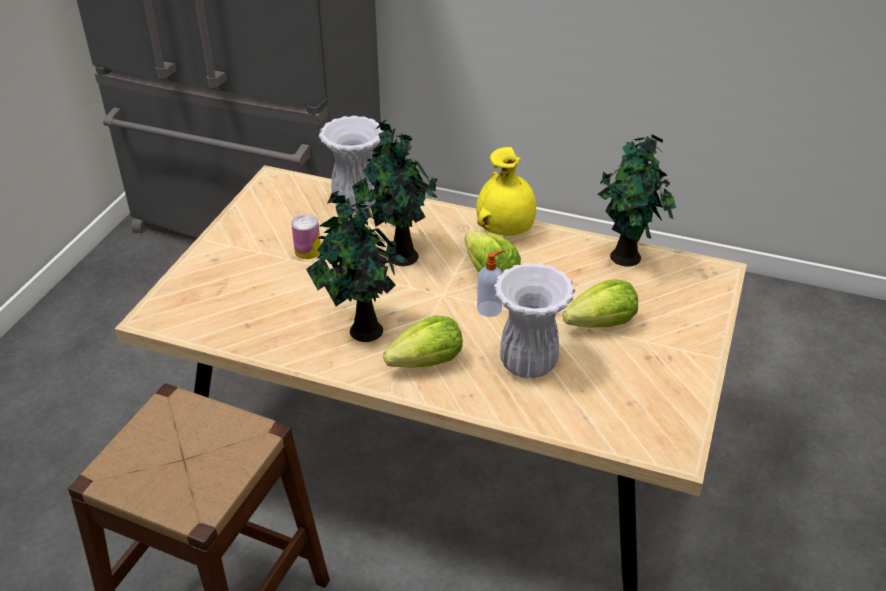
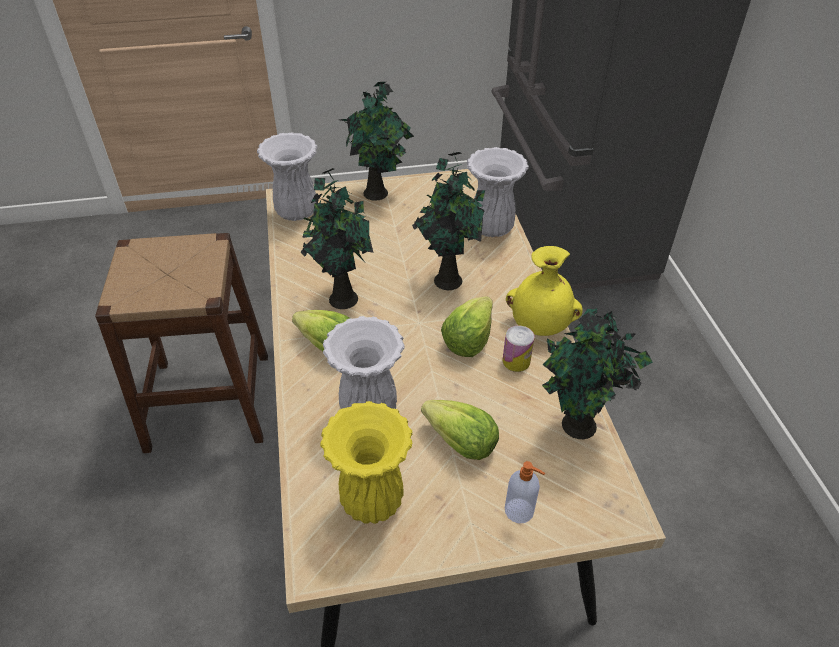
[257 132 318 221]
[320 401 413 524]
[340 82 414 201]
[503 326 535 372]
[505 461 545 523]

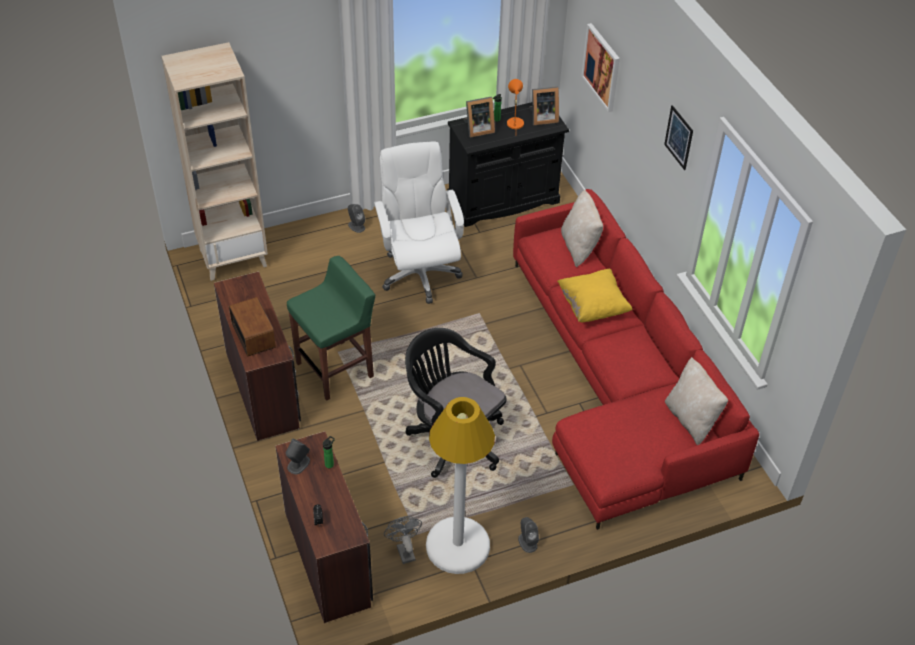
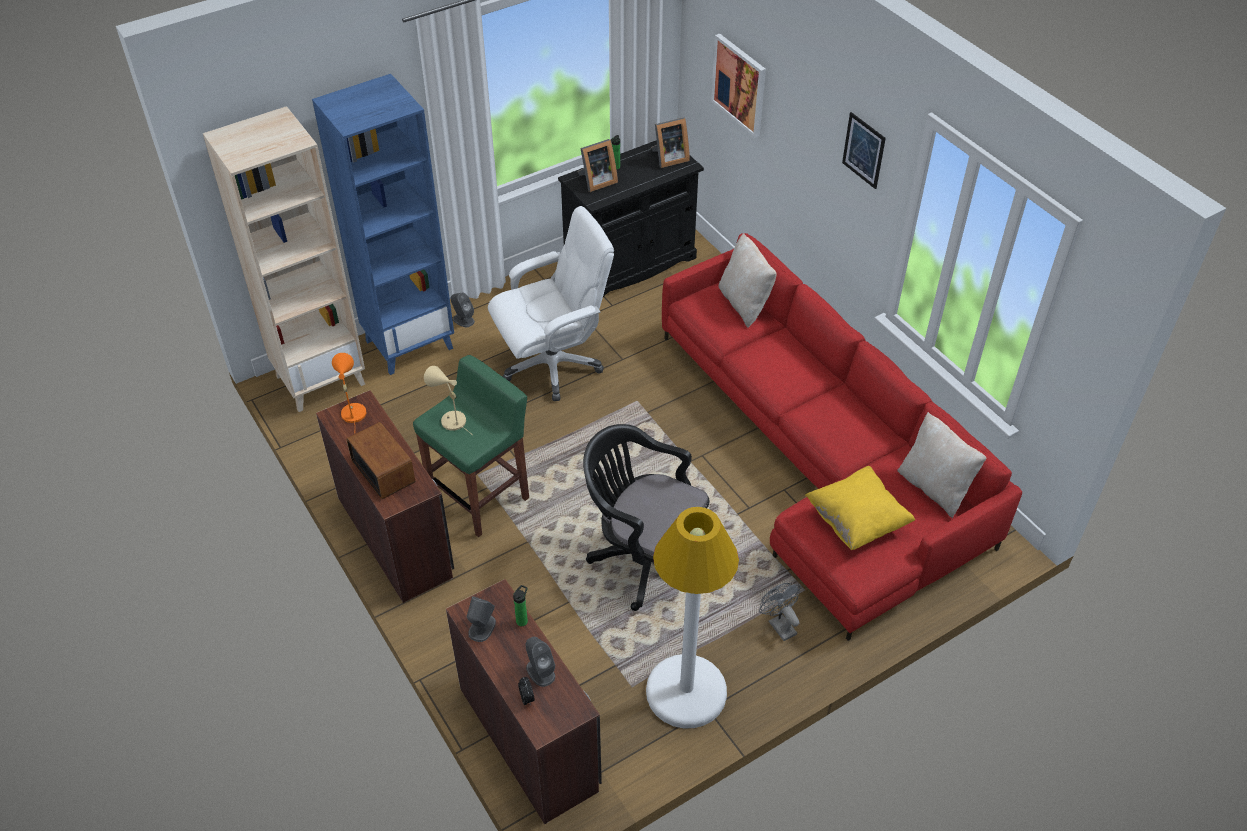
[312 74 454 375]
[332 353 366 424]
[424 366 471 434]
[488 206 614 401]
[525 637 555 687]
[759 583 800 641]
[805 466 915 550]

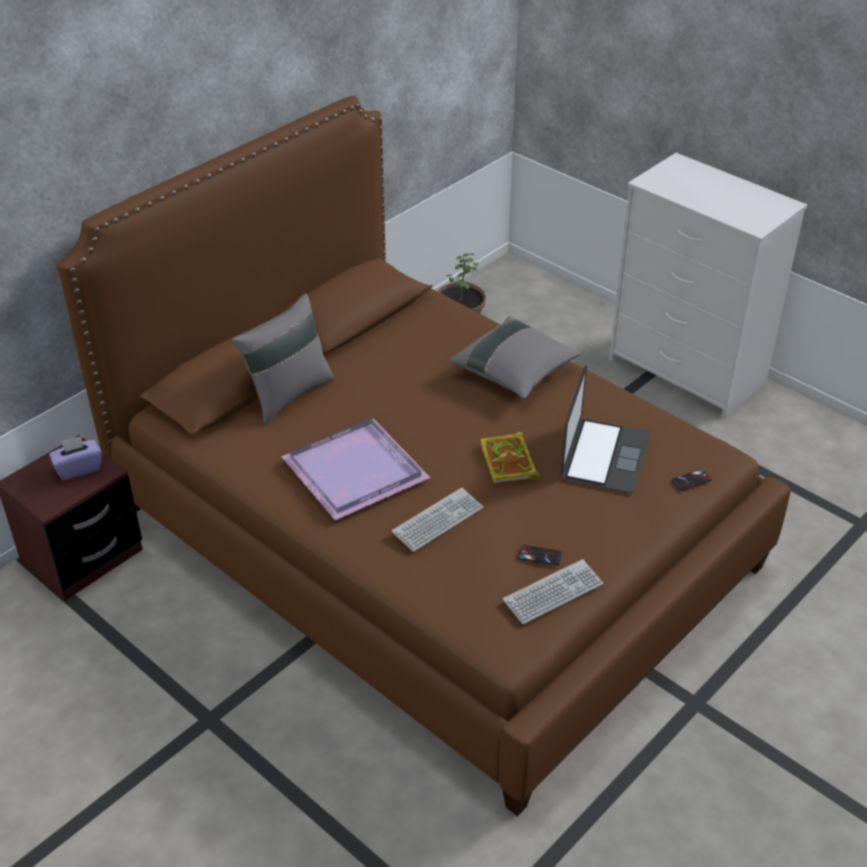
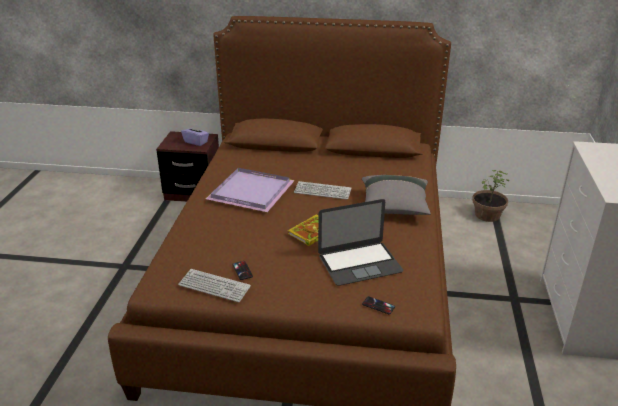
[294 181 352 199]
[232 294 334 425] (first image)

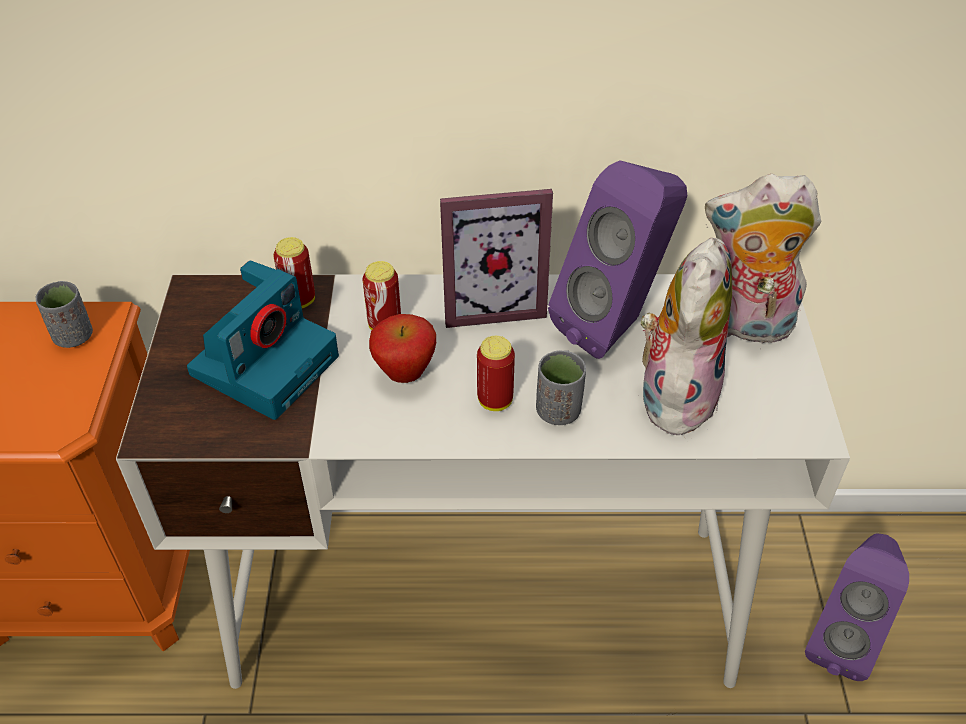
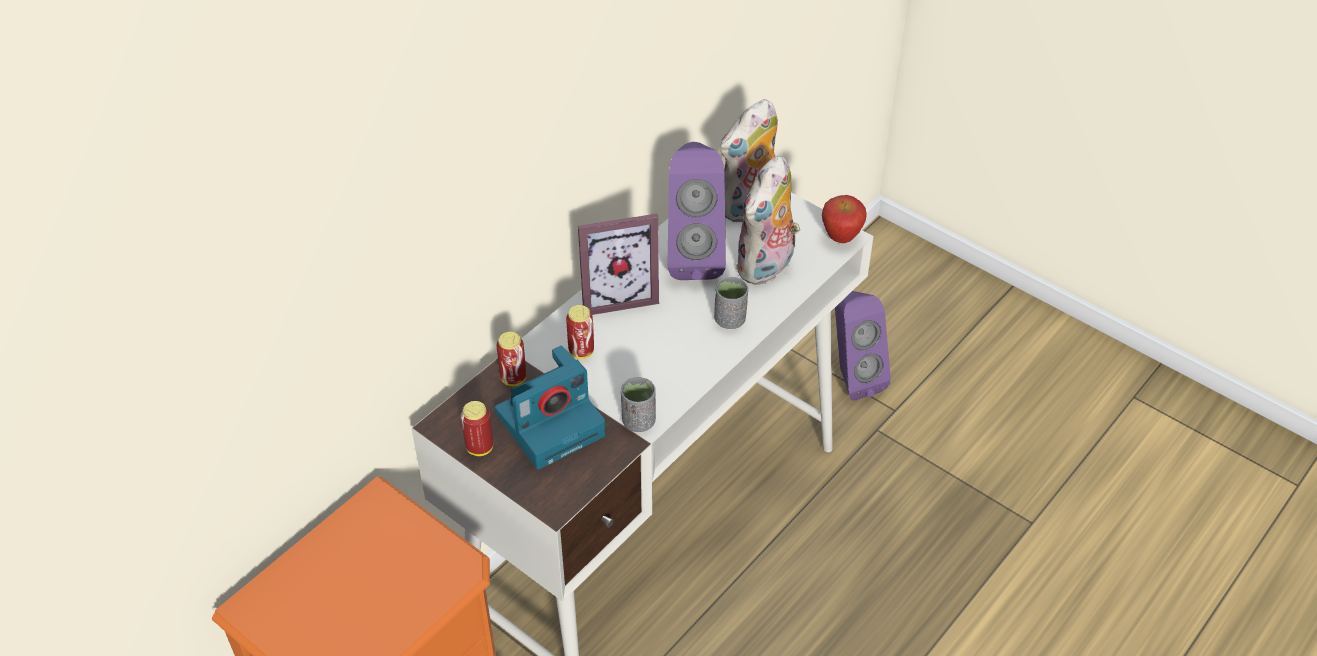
[461 401 493 456]
[495 345 605 470]
[578 214 659 315]
[621 377 656 432]
[735 156 800 285]
[822 195 867 243]

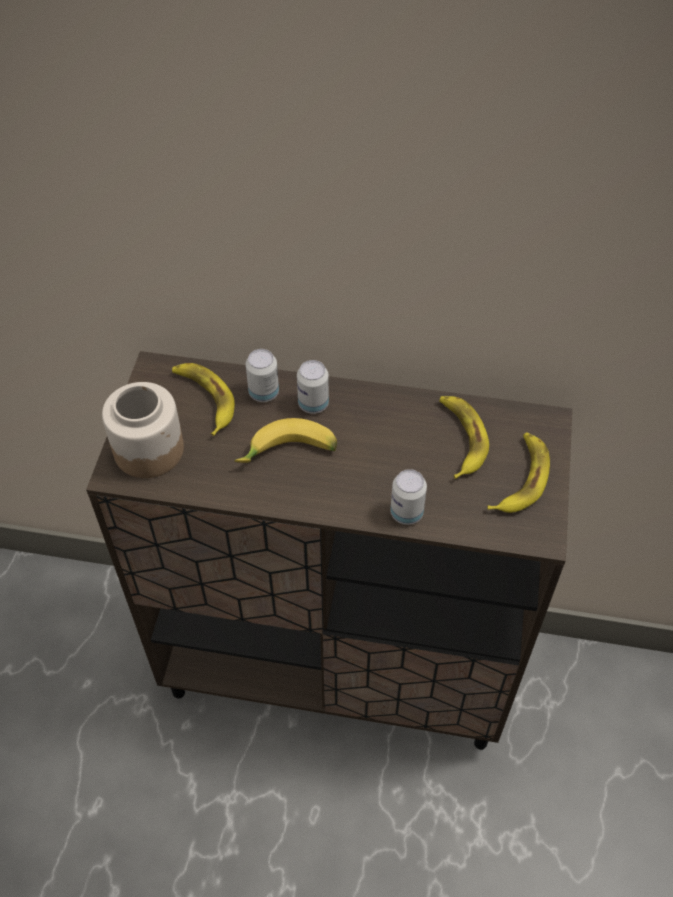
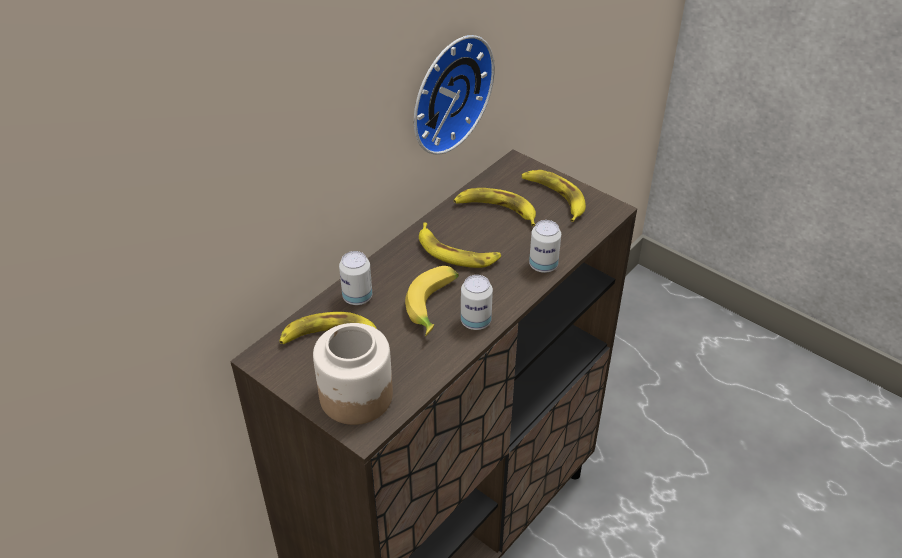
[414 35 495 155]
[419 222 501 268]
[461 275 493 330]

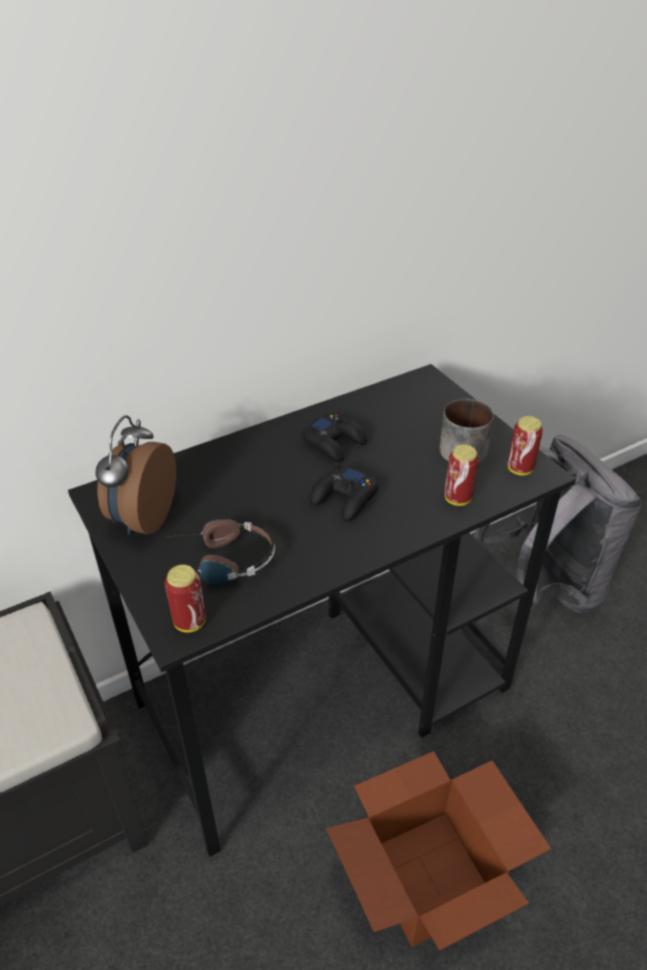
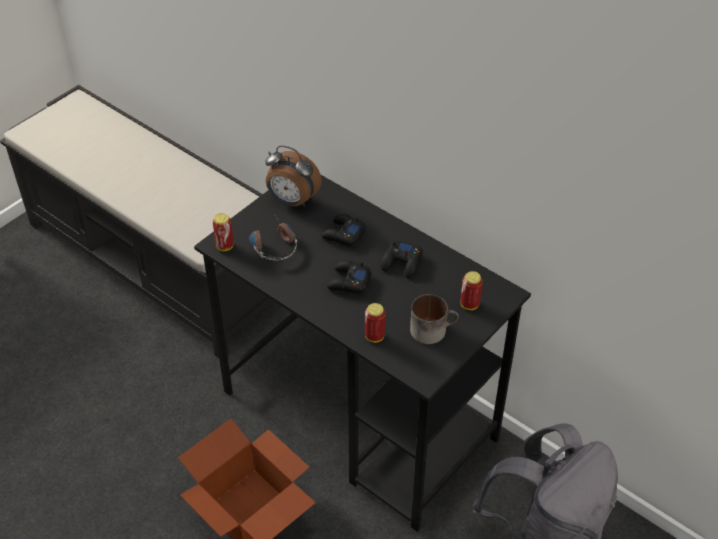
[265 145 322 207]
[321 214 367 246]
[461 271 483 310]

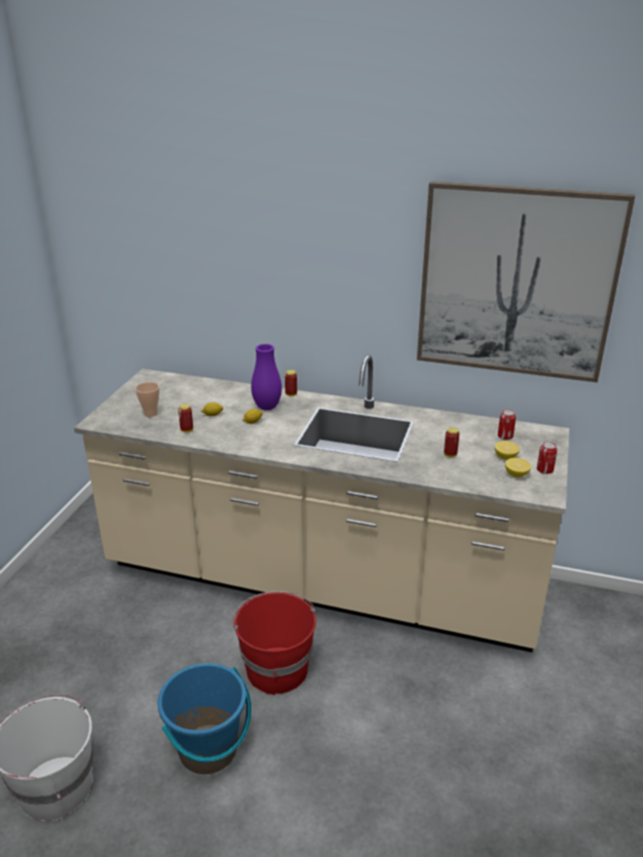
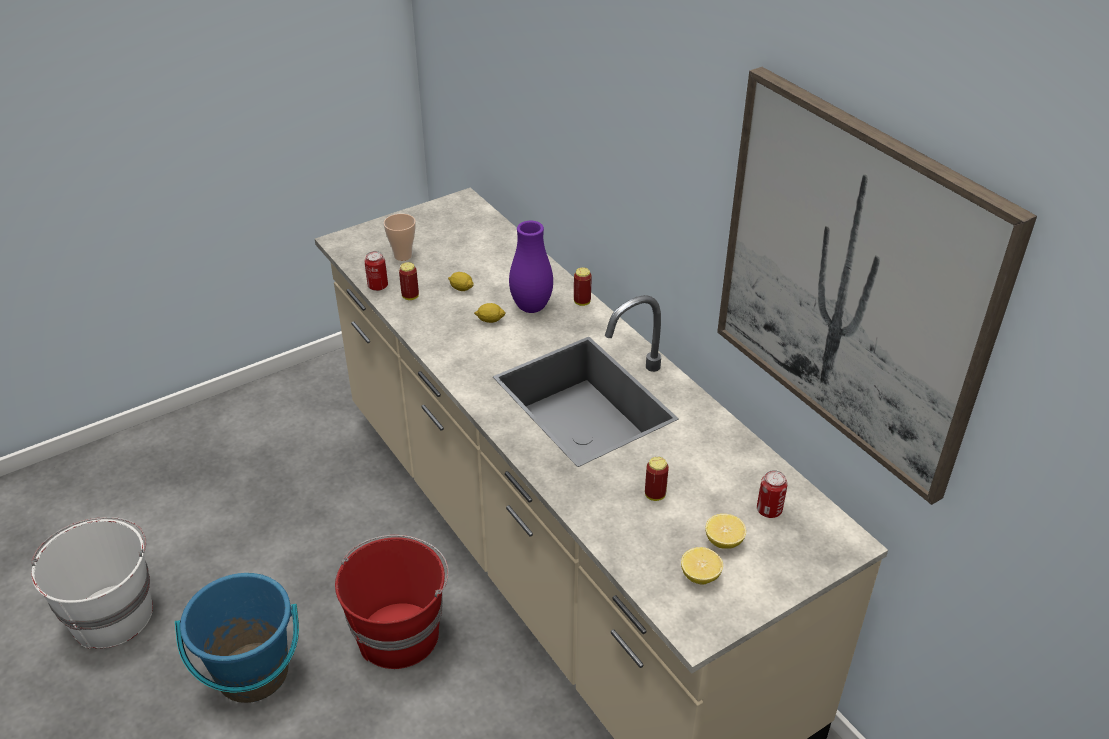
[365 251 388 291]

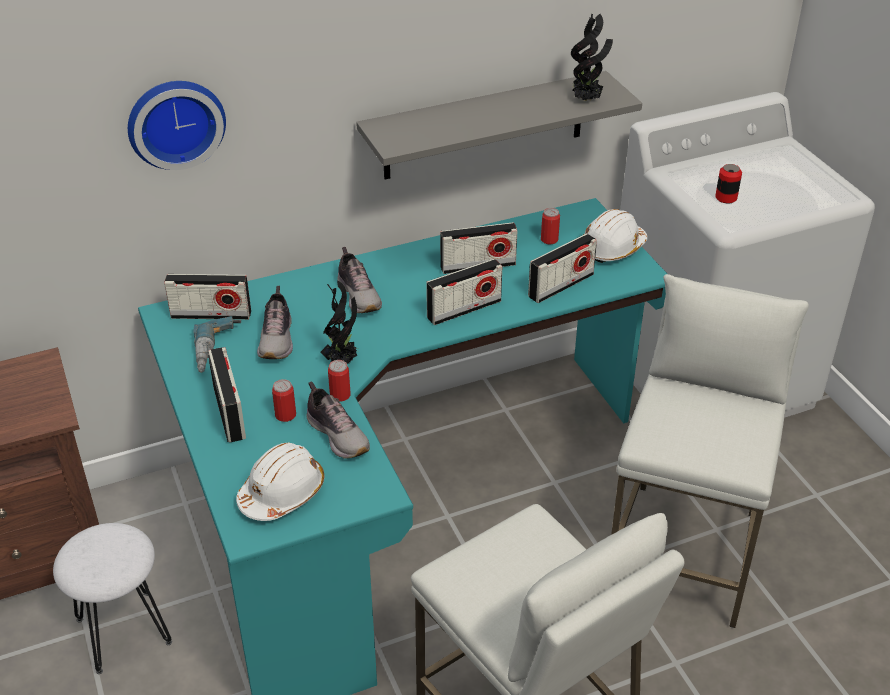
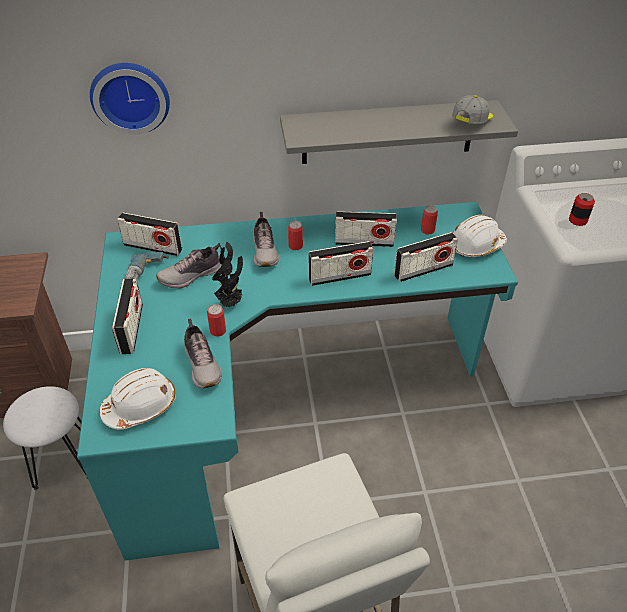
[156 244 221 289]
[288 221 303 250]
[452 95 493 124]
[611 274 809 628] (first image)

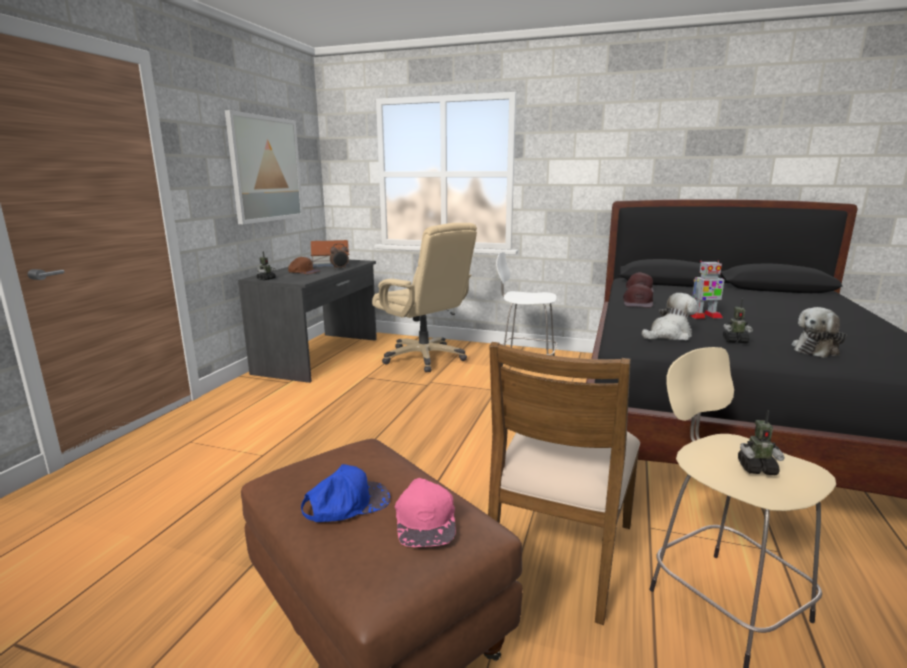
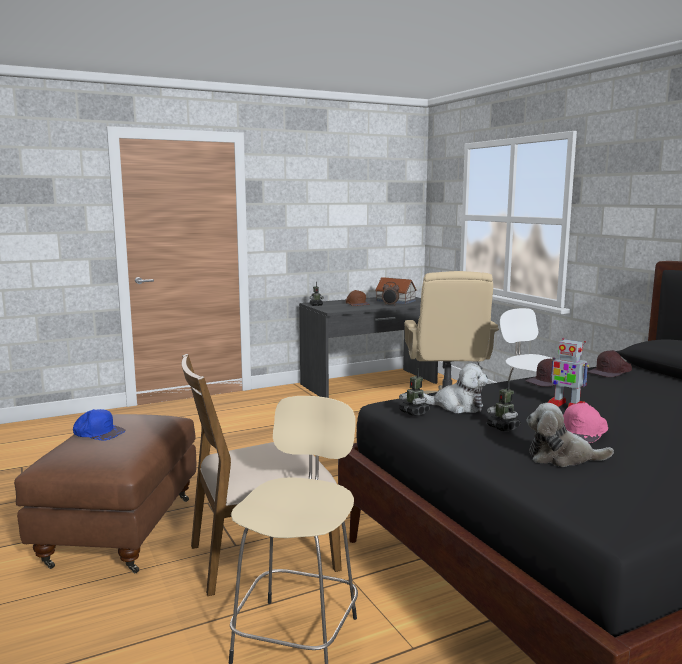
[399 368 430 416]
[563 403 608 443]
[225 110 303 224] (first image)

